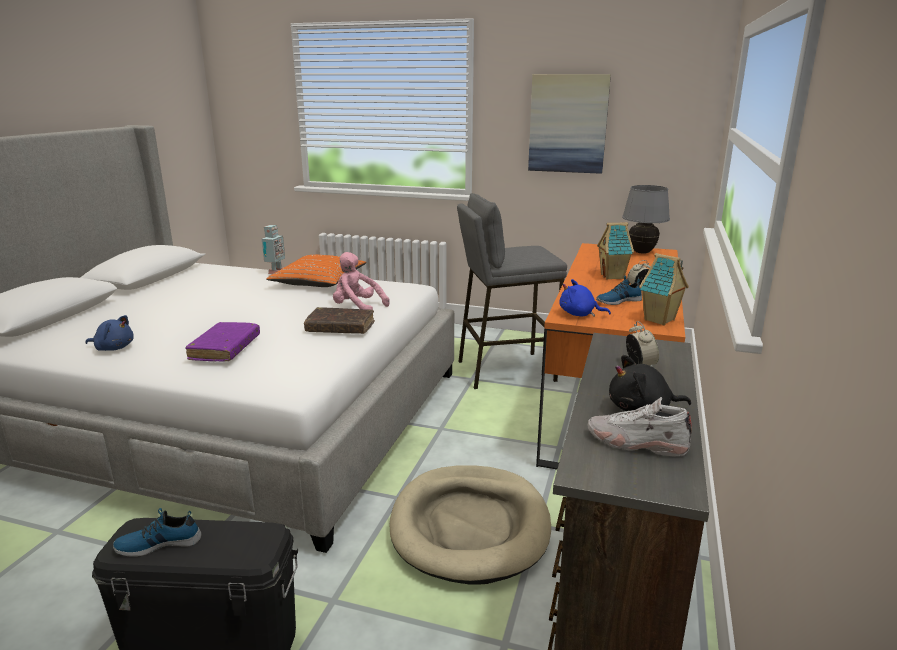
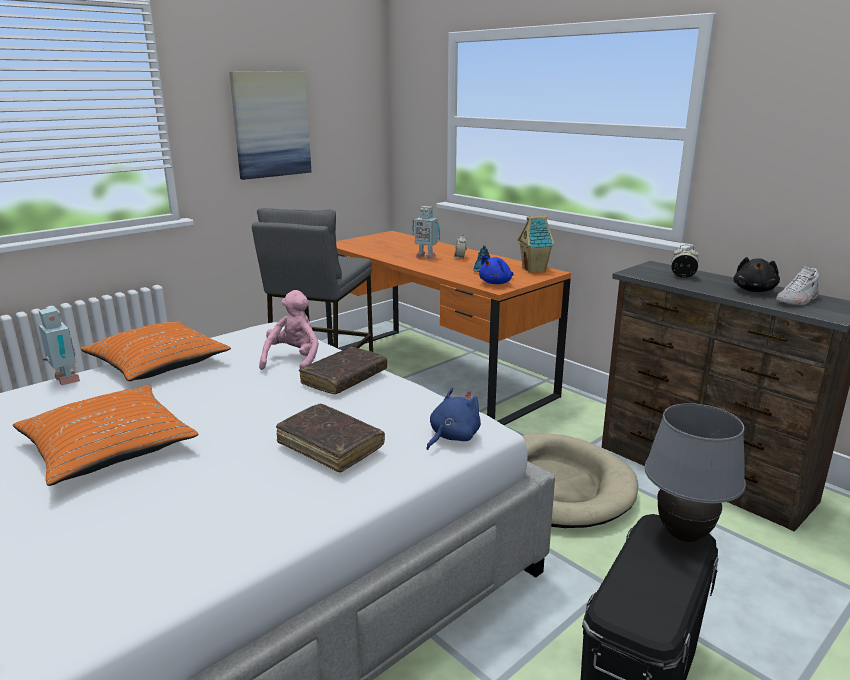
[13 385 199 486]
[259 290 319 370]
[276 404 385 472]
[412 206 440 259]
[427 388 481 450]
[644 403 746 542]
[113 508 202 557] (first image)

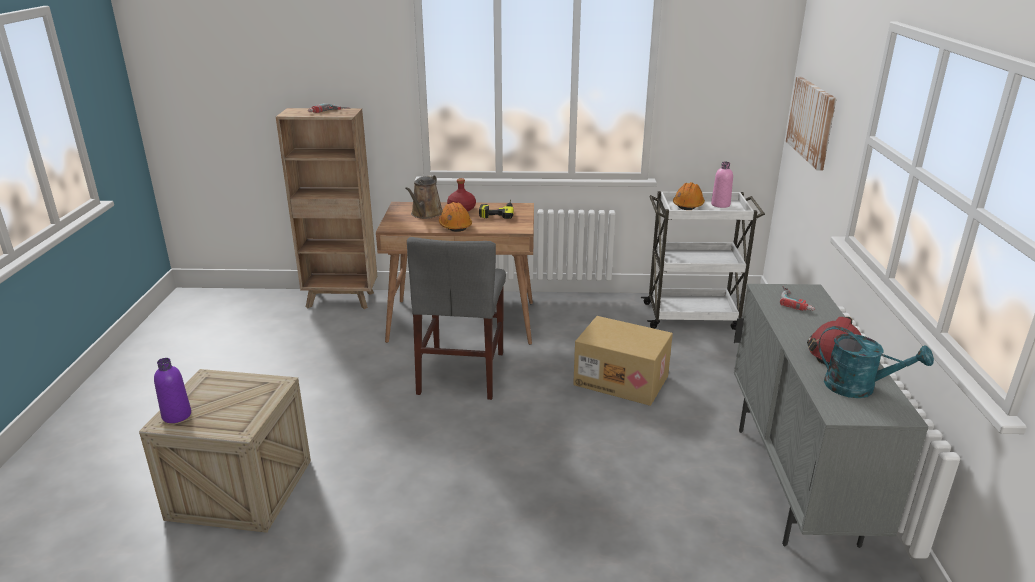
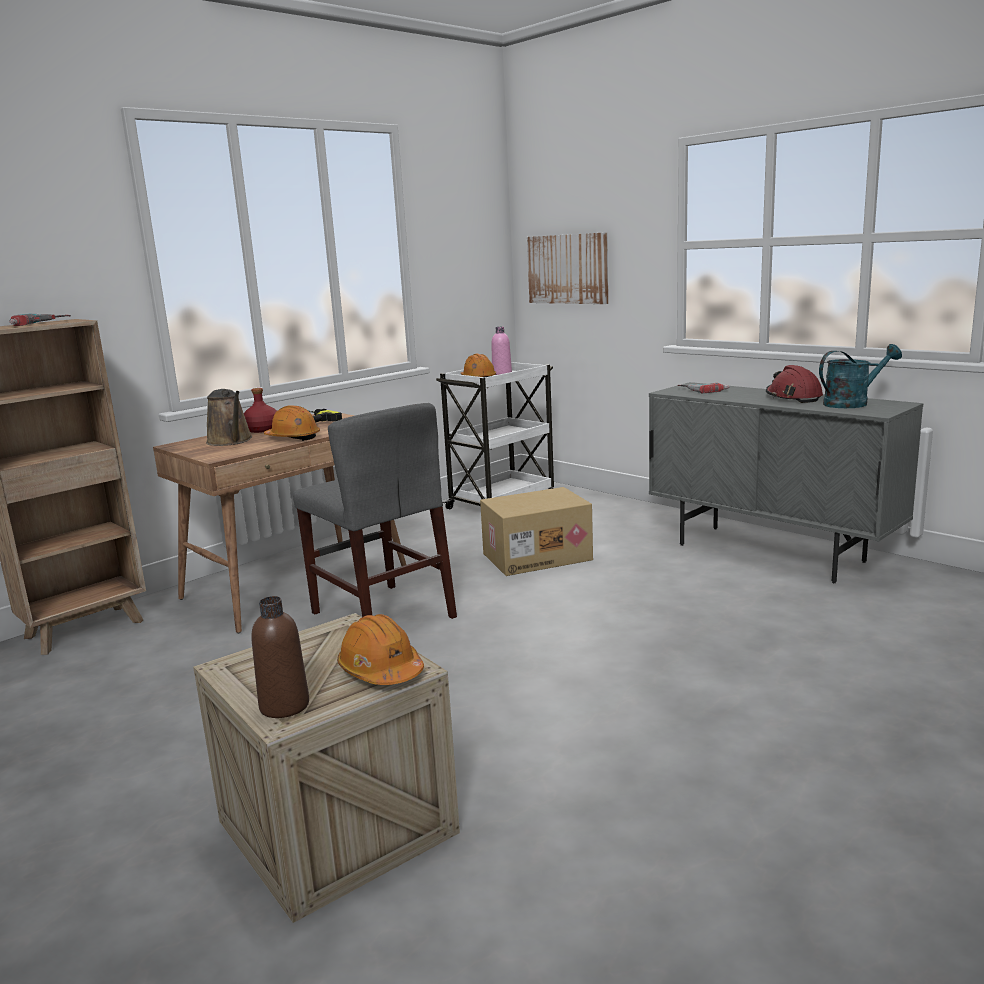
[251 596 309 718]
[337 614 424 685]

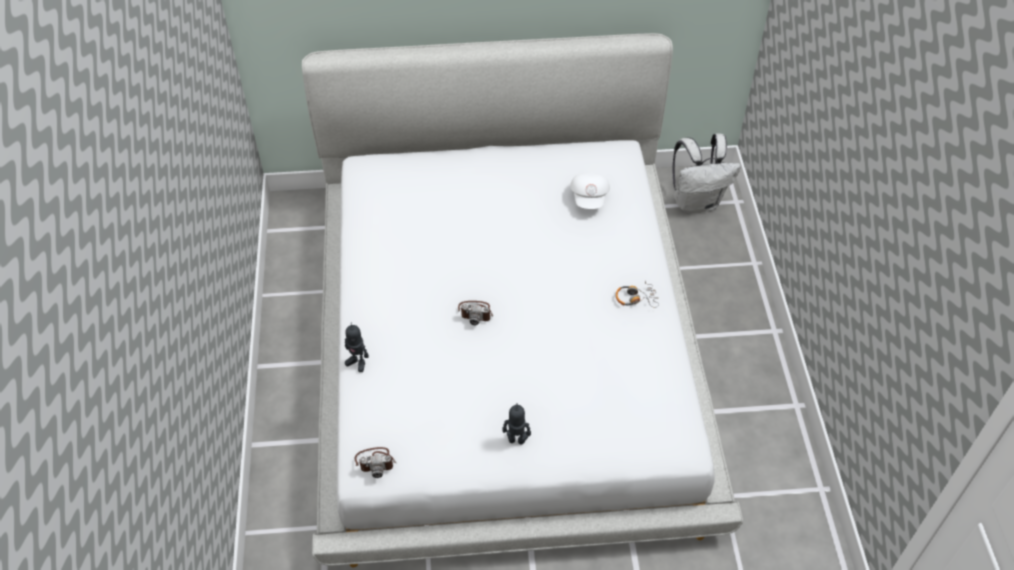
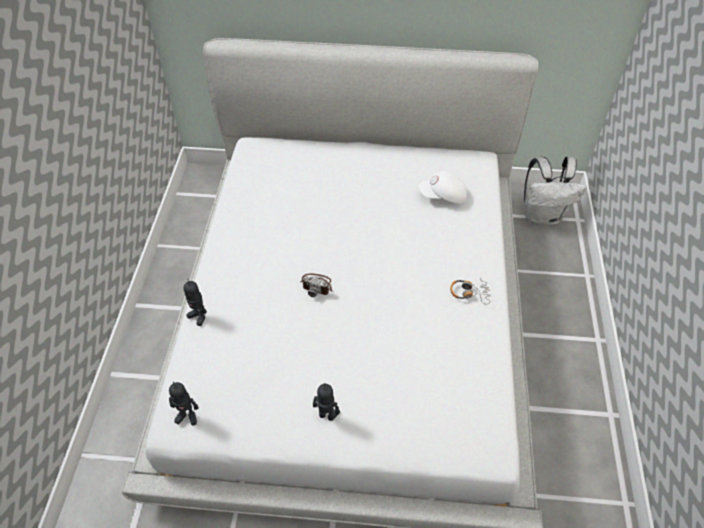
[169 382 199 426]
[419 171 467 203]

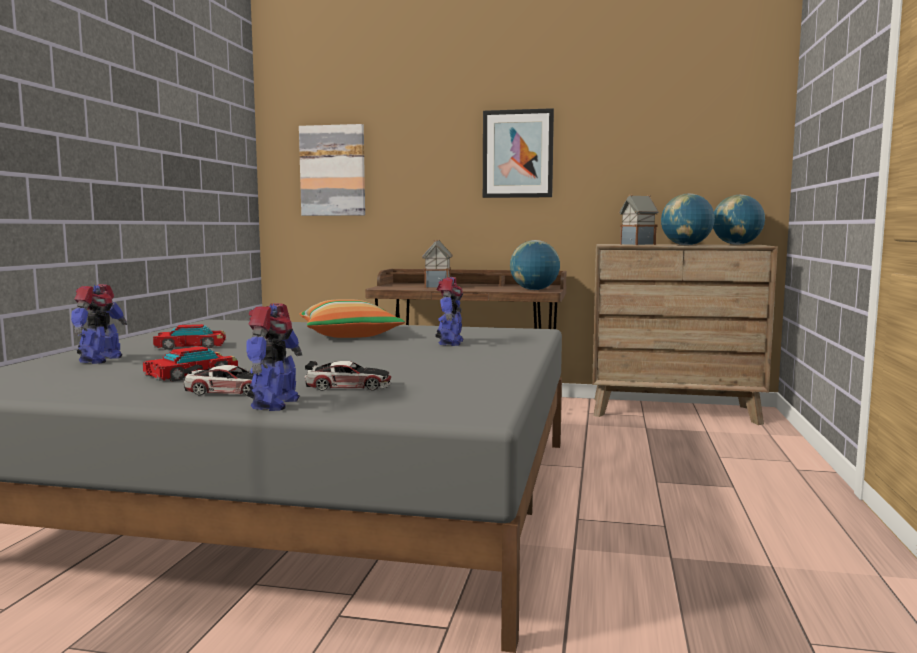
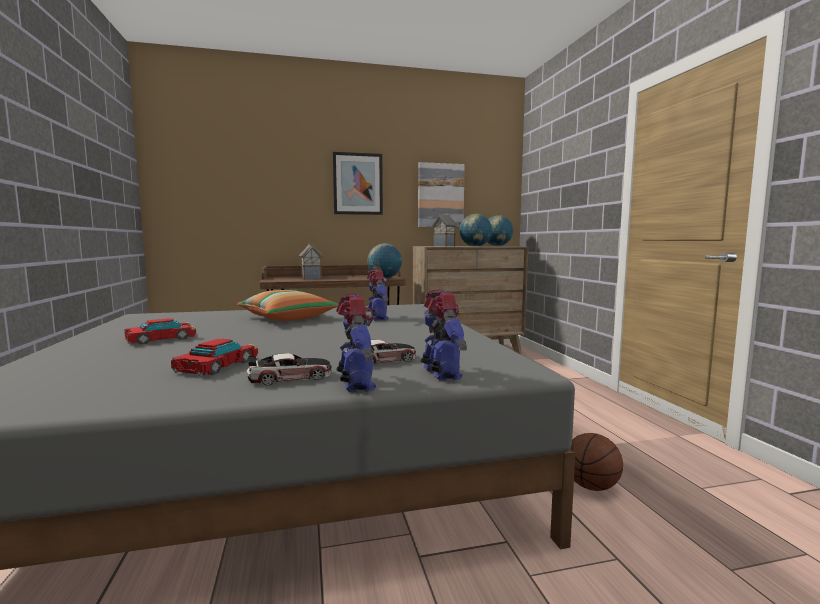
[418 162 465 228]
[420 290 467 381]
[570 433 623 491]

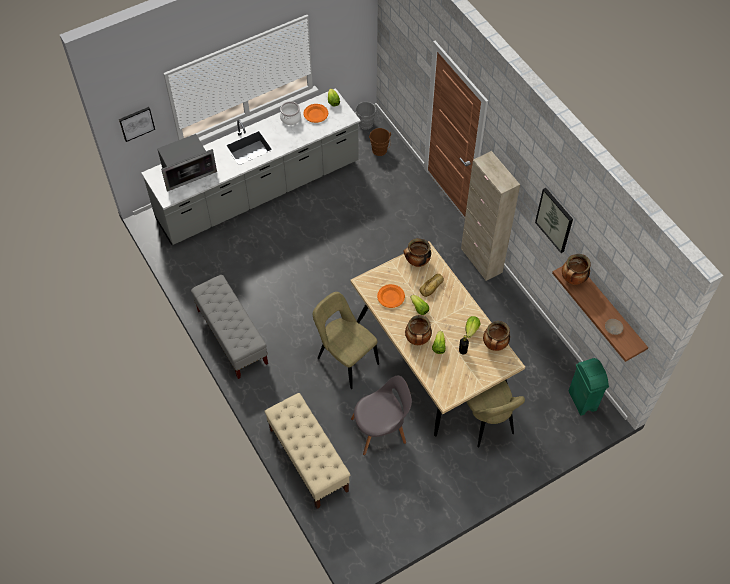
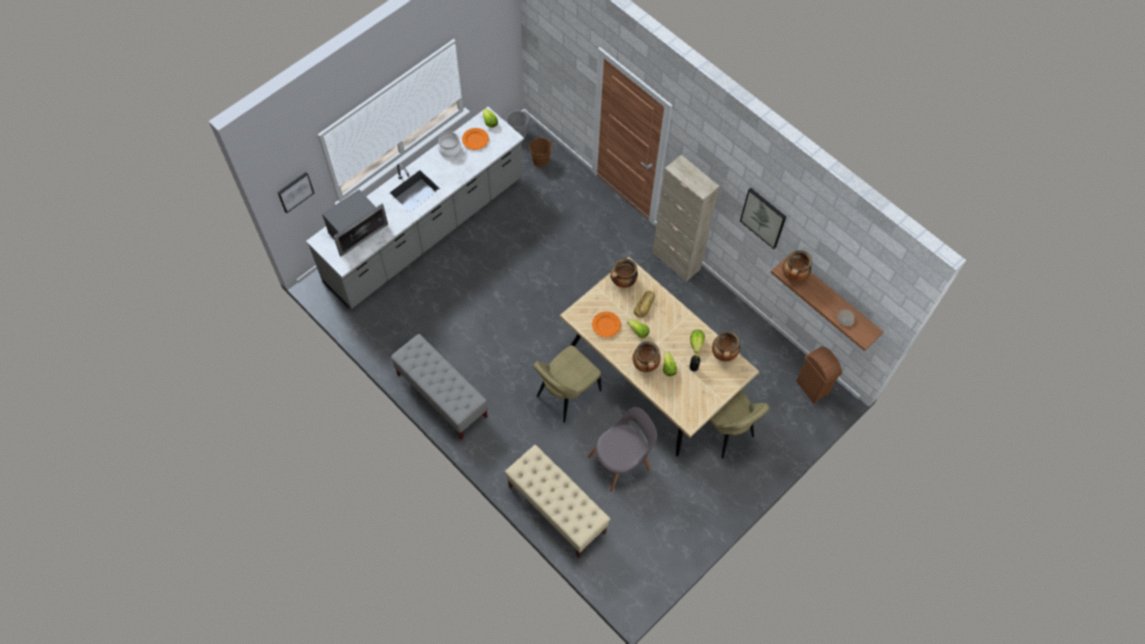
[534 345 601 423]
[796 346 842 404]

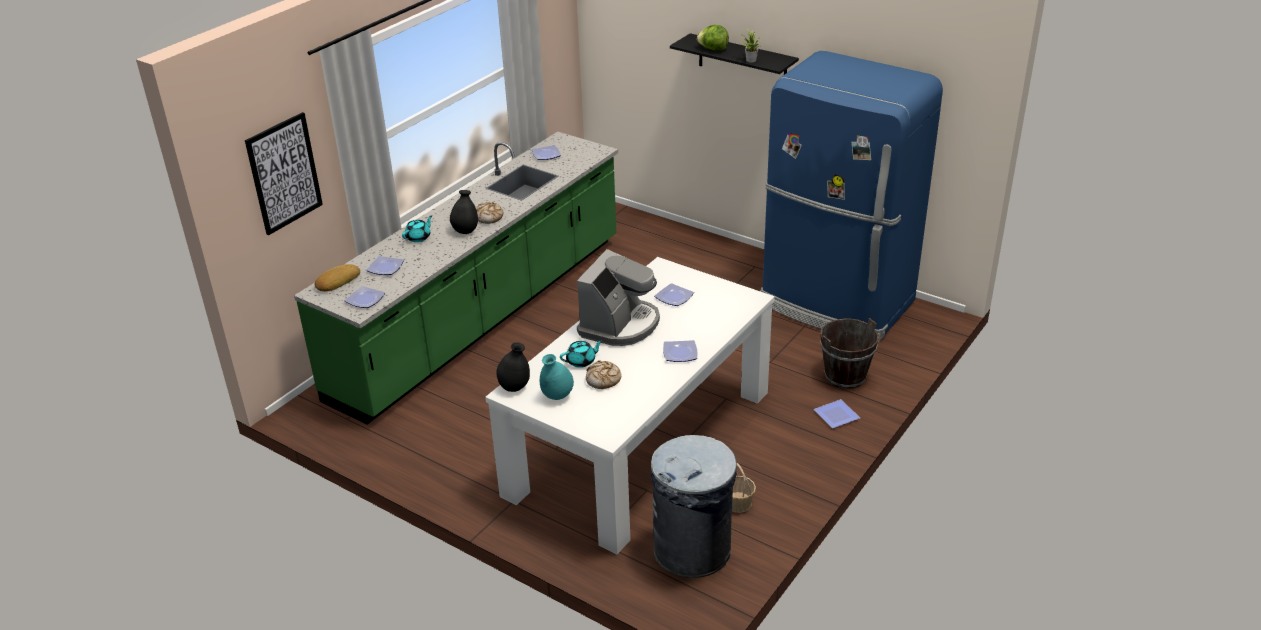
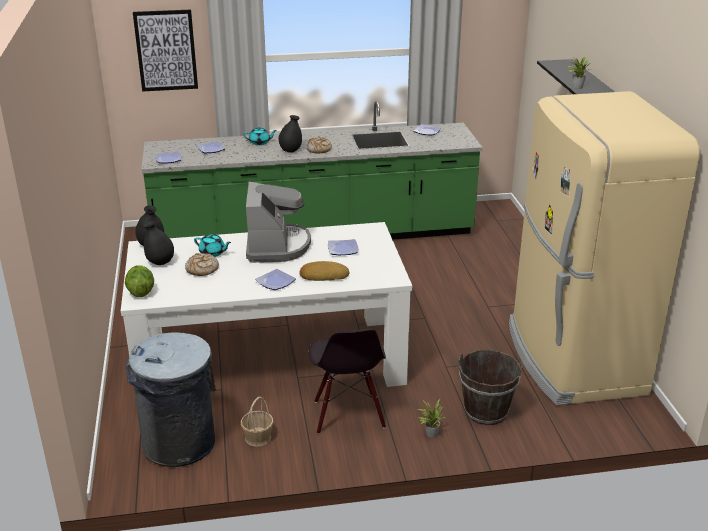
[125 265 154 297]
[143 221 174 265]
[246 182 311 263]
[299 261 349 281]
[309 329 386 434]
[418 399 447 437]
[509 91 700 405]

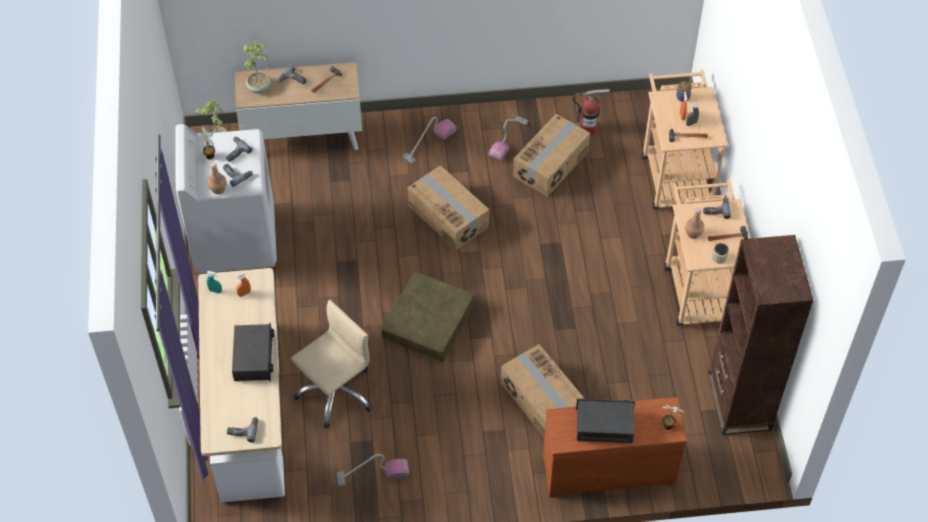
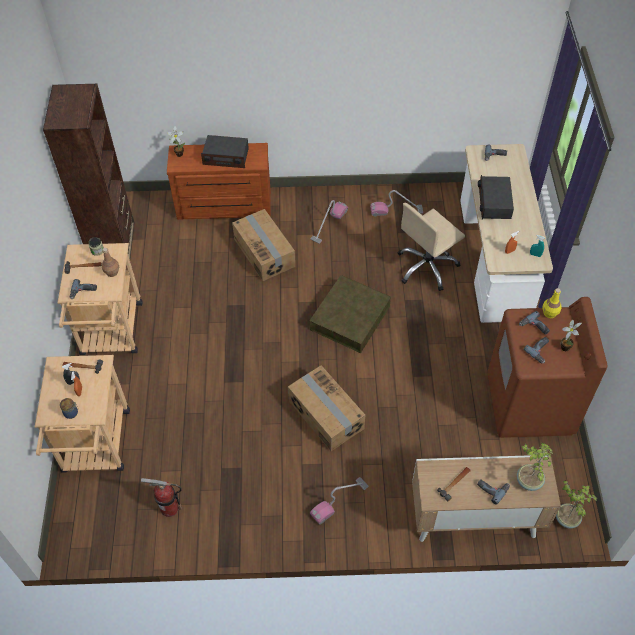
[310 200 348 244]
[487 297 607 438]
[542 288 562 318]
[513 114 590 197] (first image)

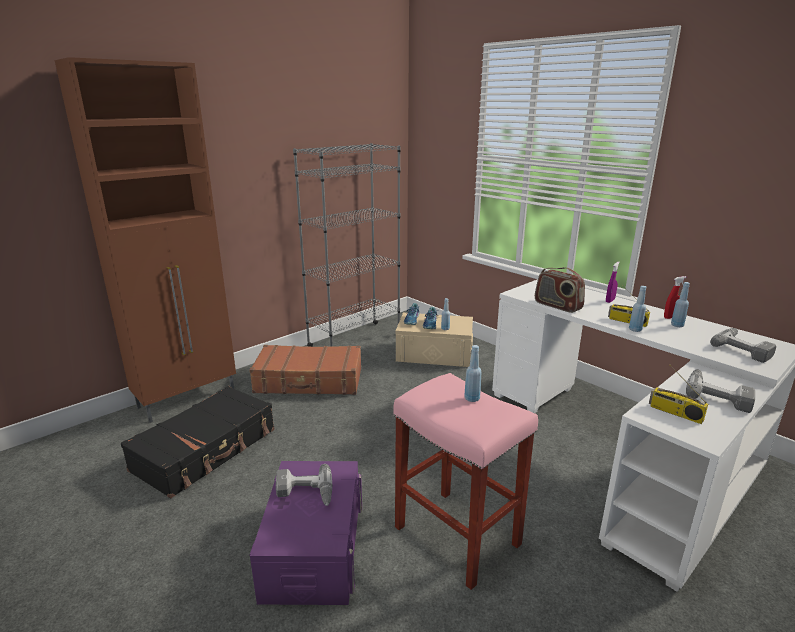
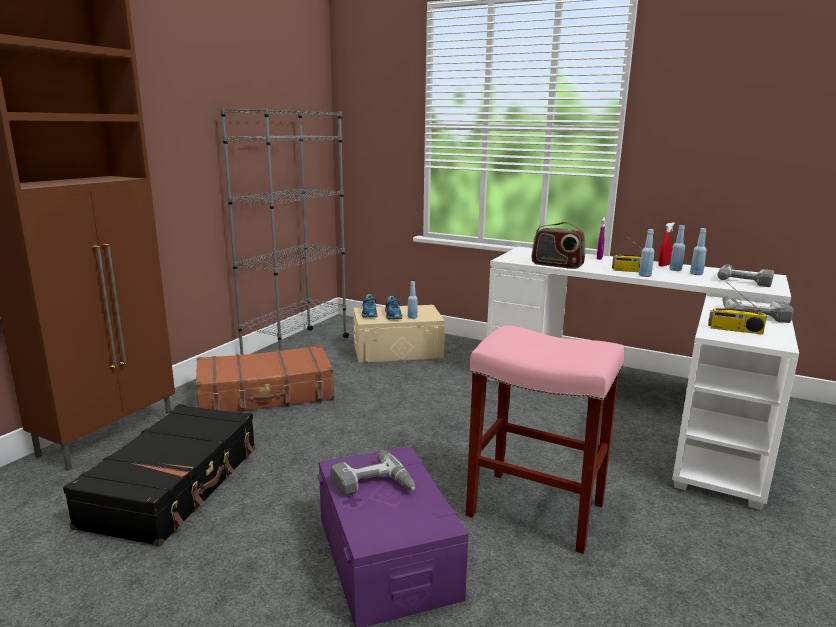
[690 228 707 275]

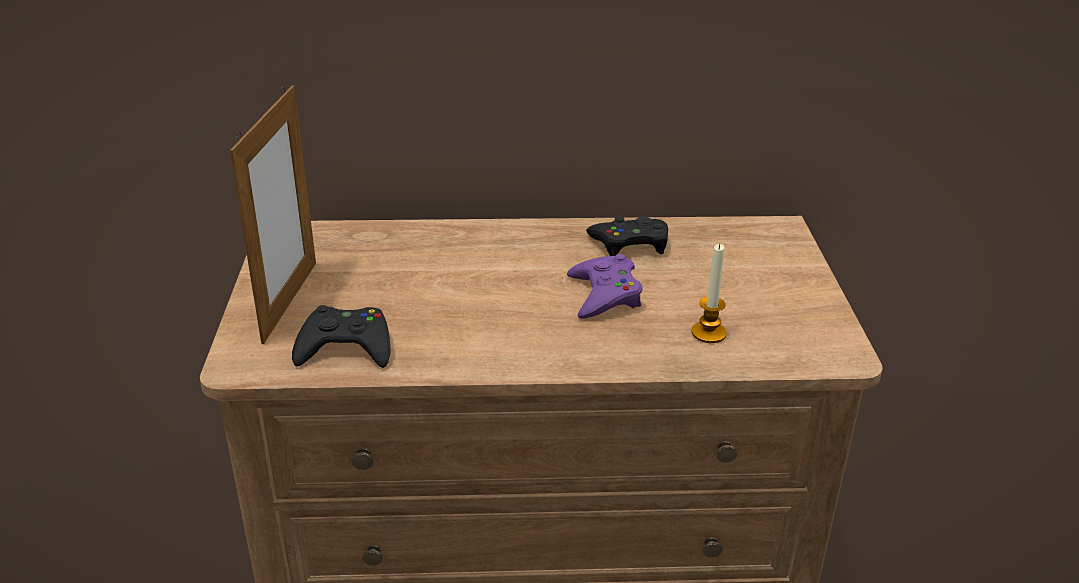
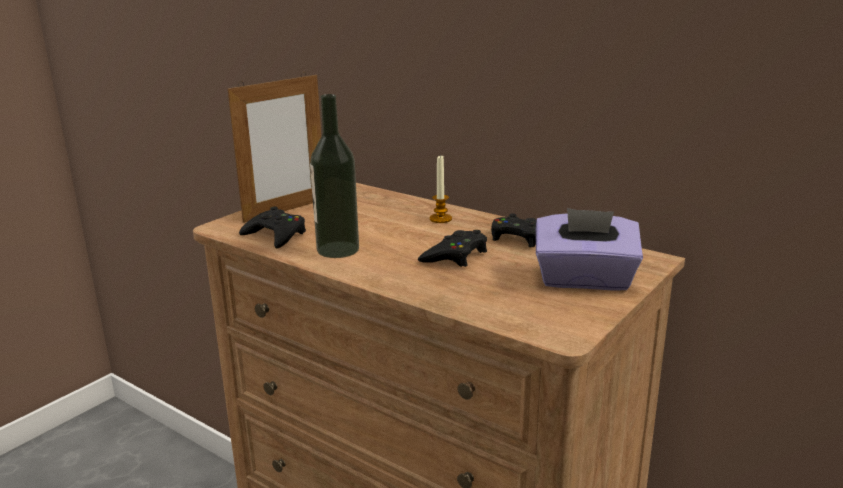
[310 94 359 258]
[418 230 487 267]
[430 155 452 223]
[536 208 643 291]

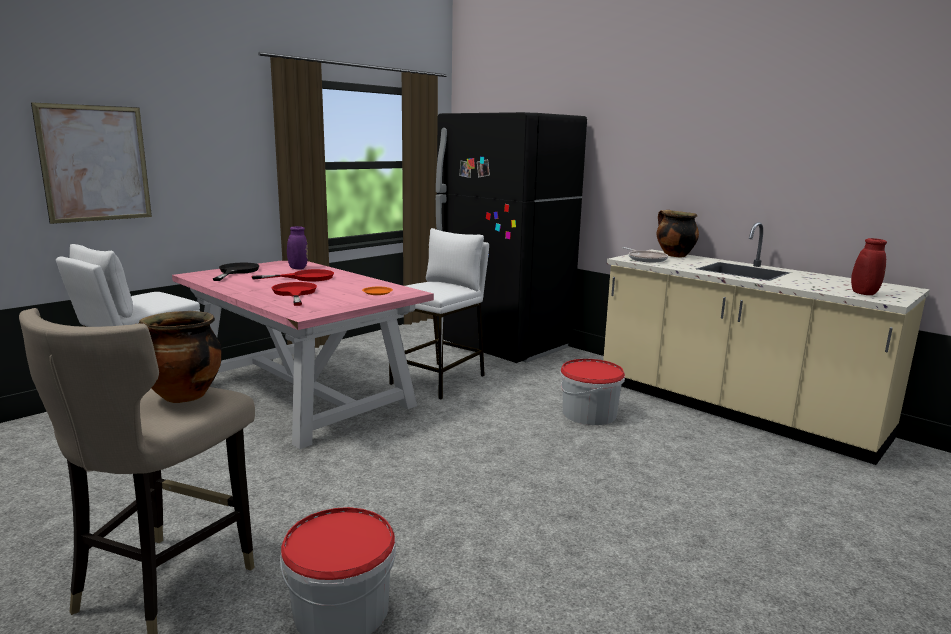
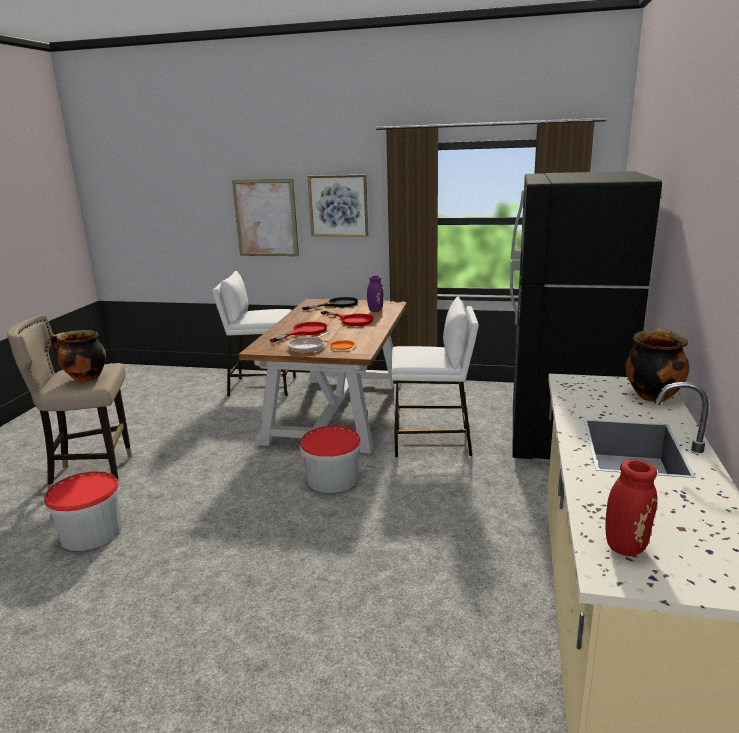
[238 299 407 454]
[288 332 330 353]
[300 426 361 493]
[308 174 368 237]

